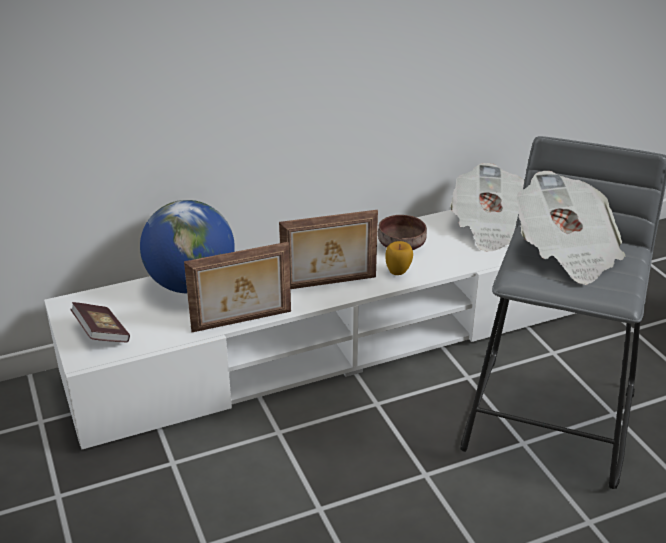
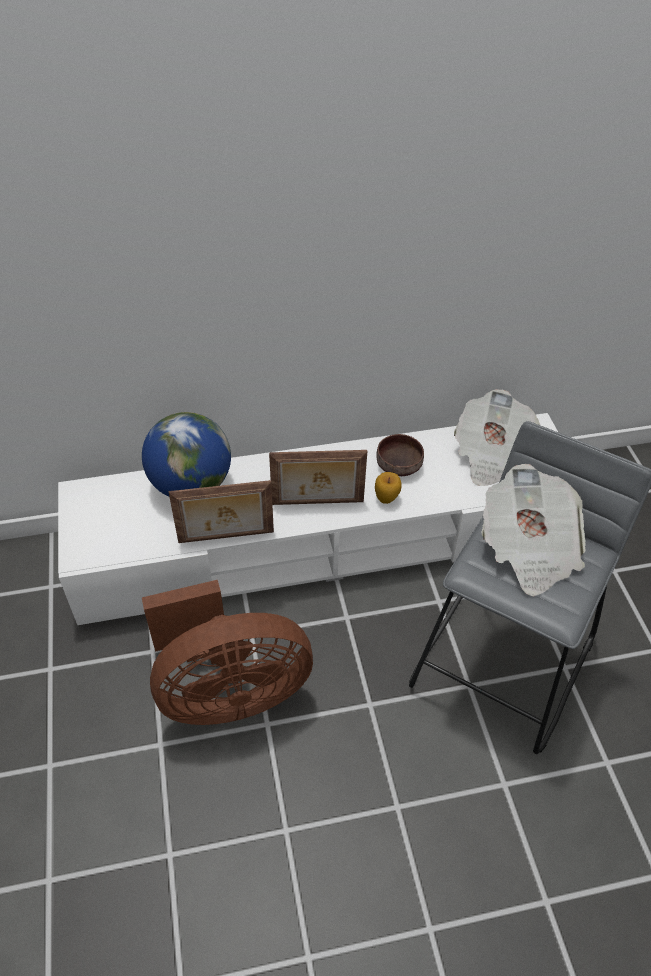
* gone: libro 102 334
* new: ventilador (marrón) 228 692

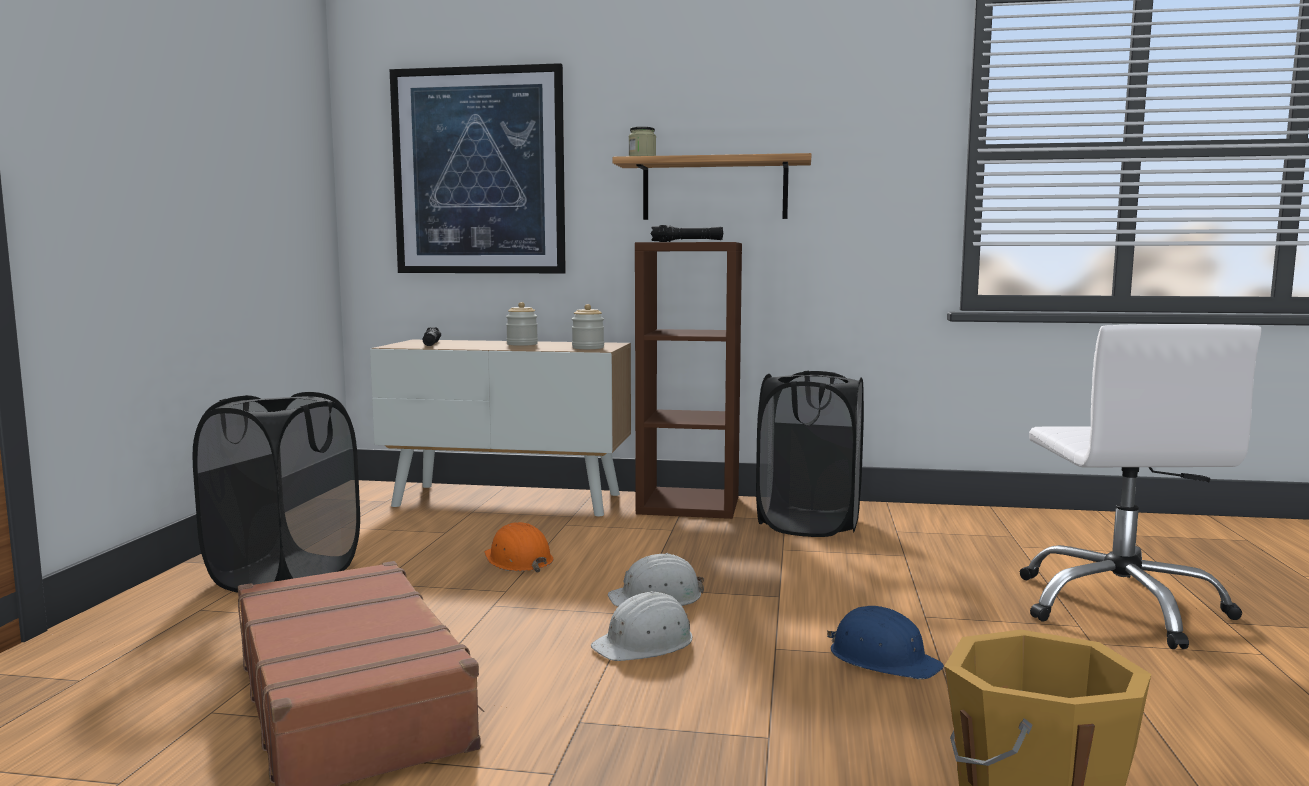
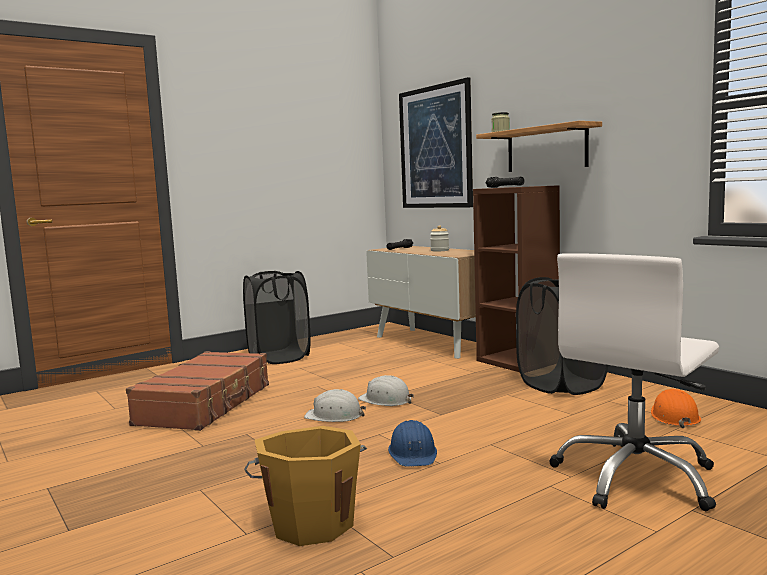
* gone: tarro 588 348
* shifted: casco (naranja) 518 560 to 674 416

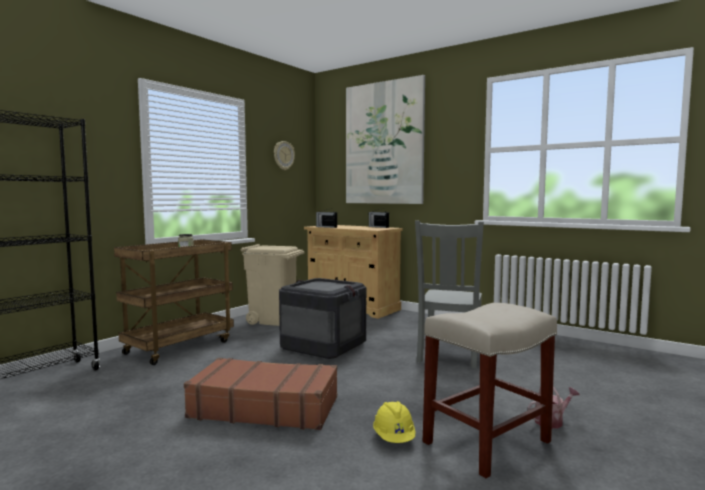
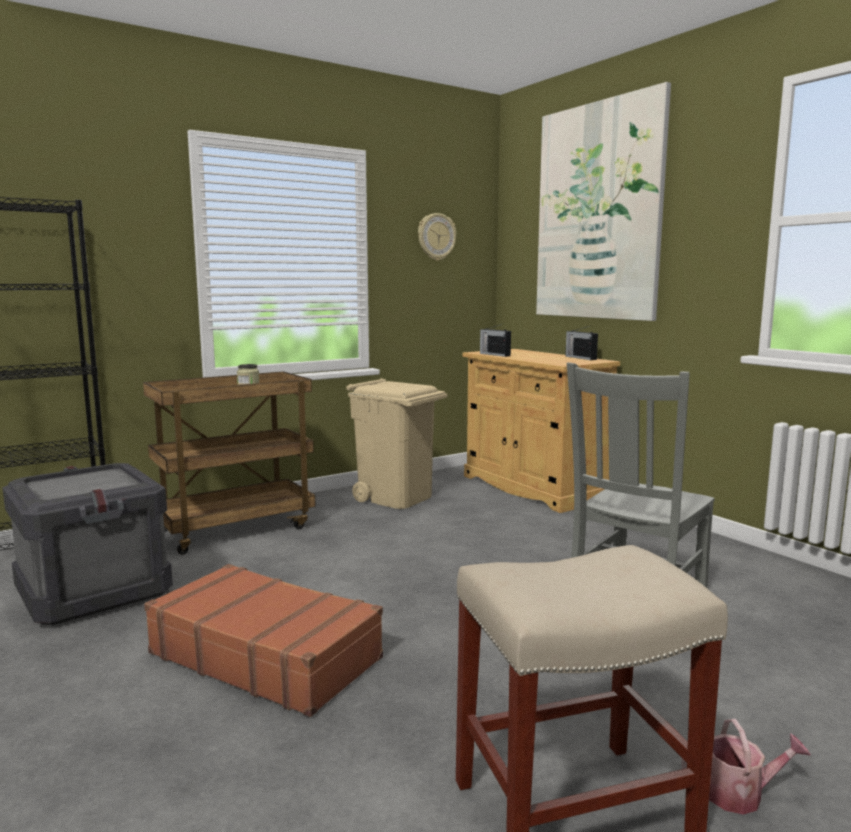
* gone: casco (amarillo) 394 438
* shifted: caja de embalaje 323 346 to 95 590

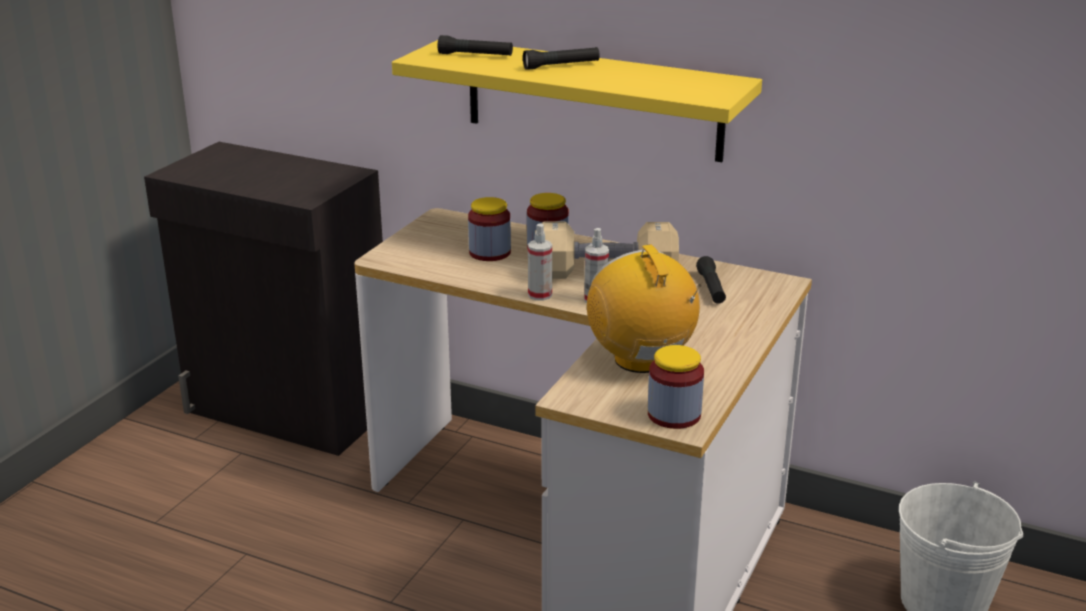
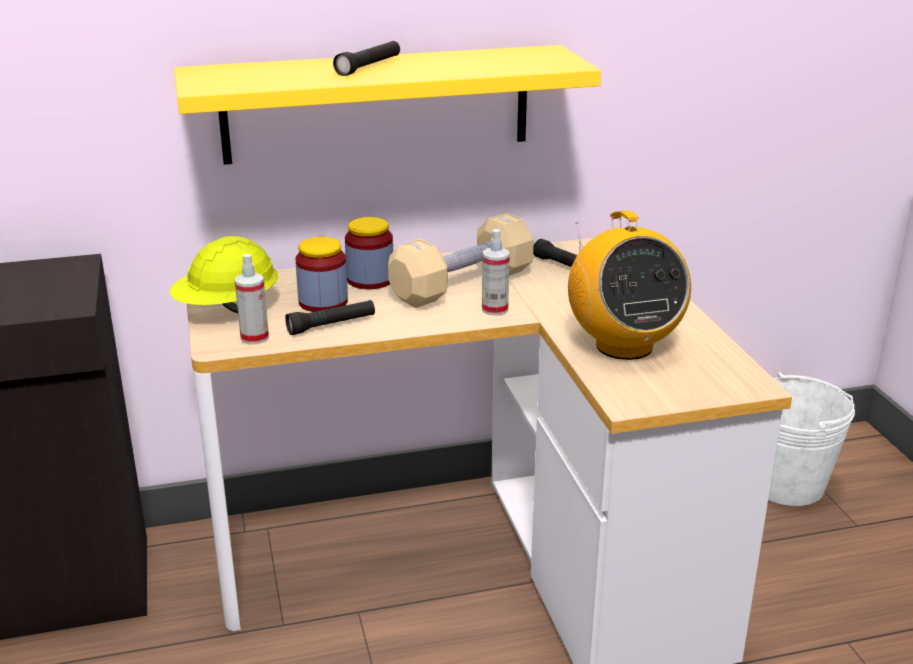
* gone: tarro 674 415
* new: casco (amarillo) 228 310
* shifted: linterna (negro) 475 55 to 331 325
* shifted: pulverizador 540 295 to 254 338
* rotated: radio 641 360 = 623 345 135 degrees counterclockwise

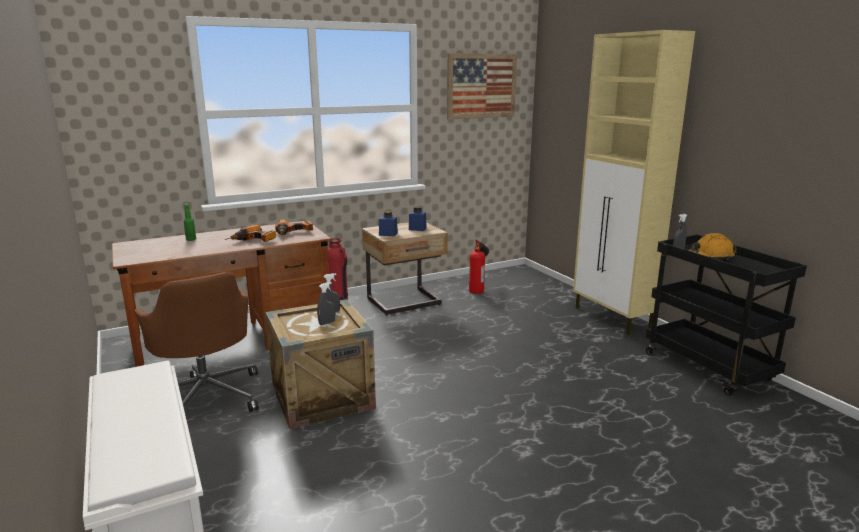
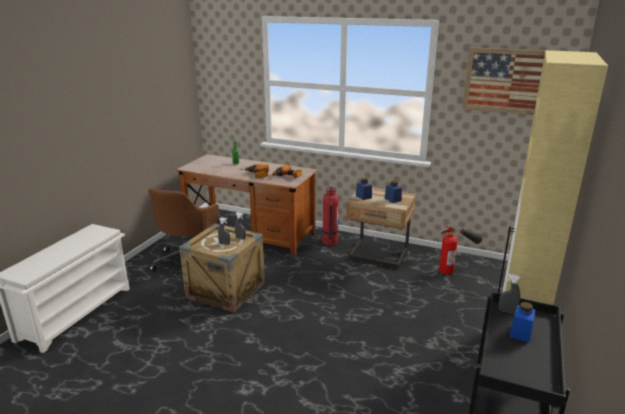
* swapped: casco (naranja) 710 256 to tarro (azul) 520 333

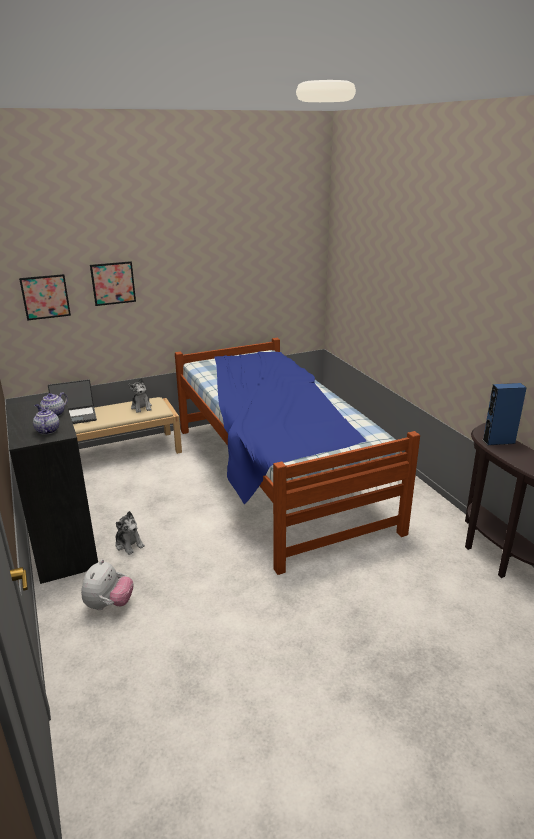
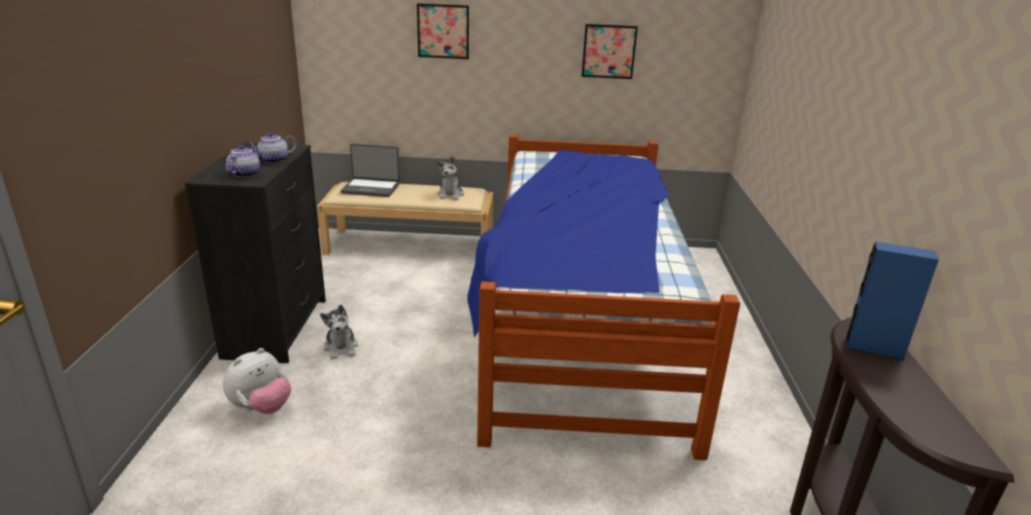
* shifted: cuadro 45 297 to 609 51

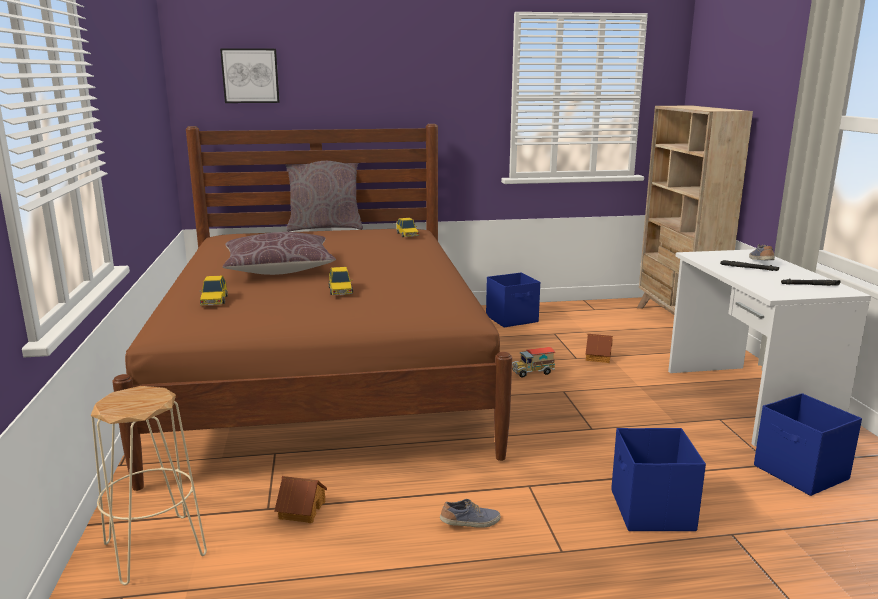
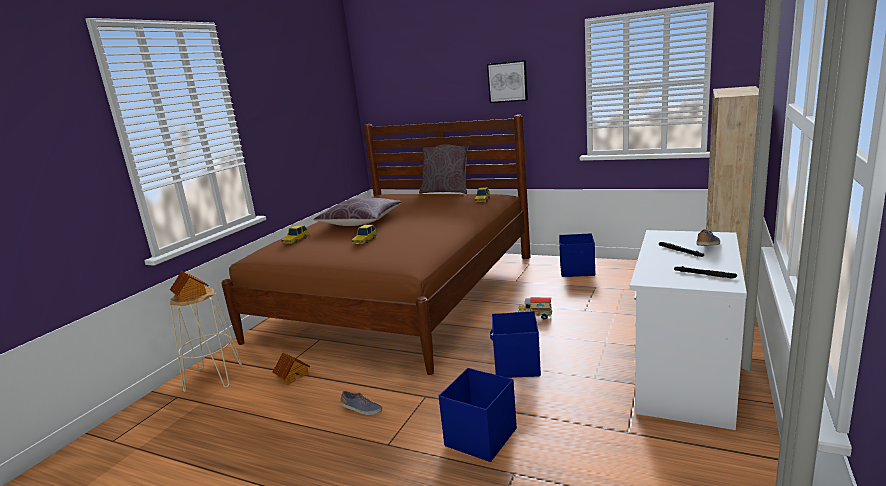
* shifted: cuadro 250 76 to 507 82
* shifted: casita 599 357 to 190 295
* shifted: caja de almacenaje (azul) 801 473 to 516 366

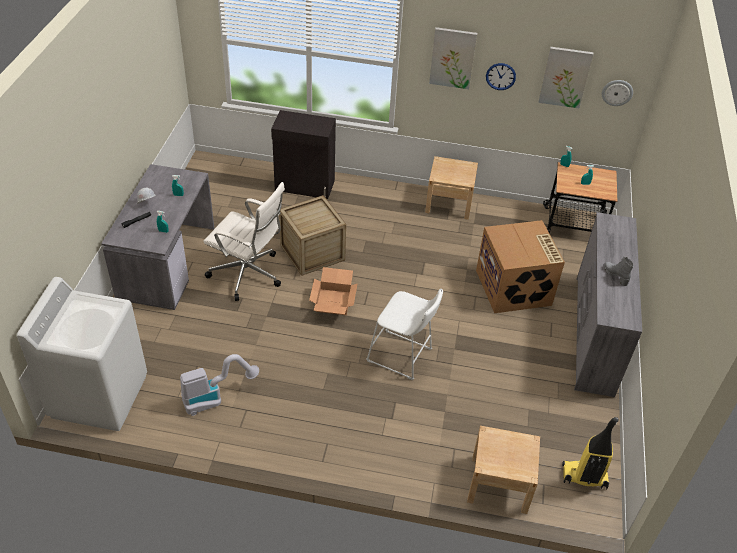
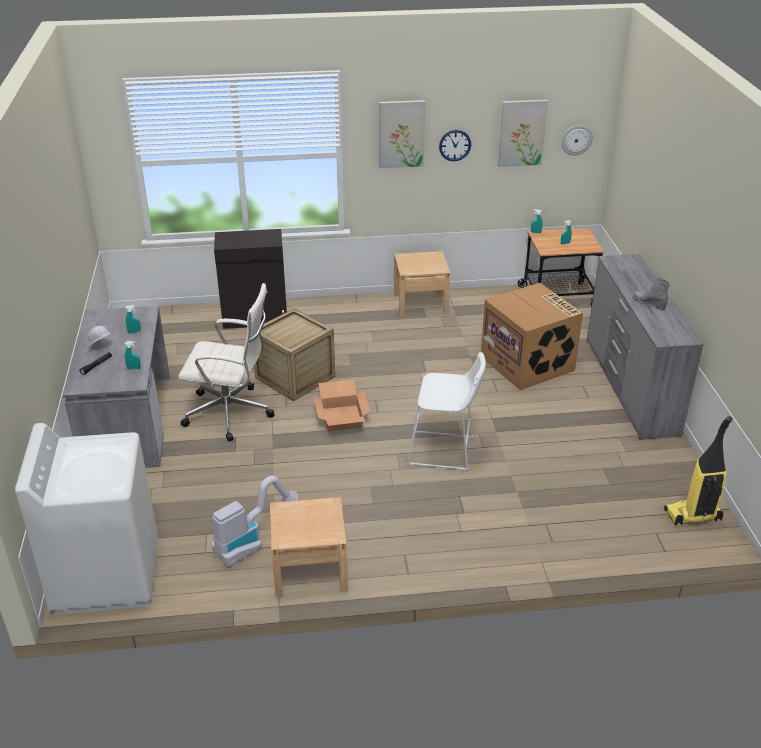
* shifted: mesita de noche (beis) 499 484 to 310 570

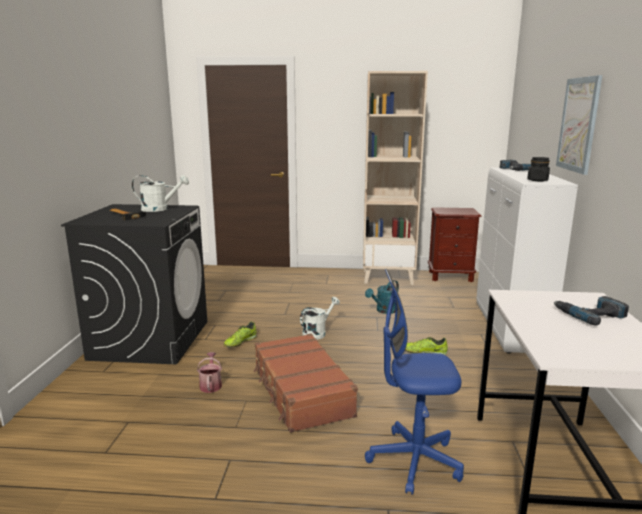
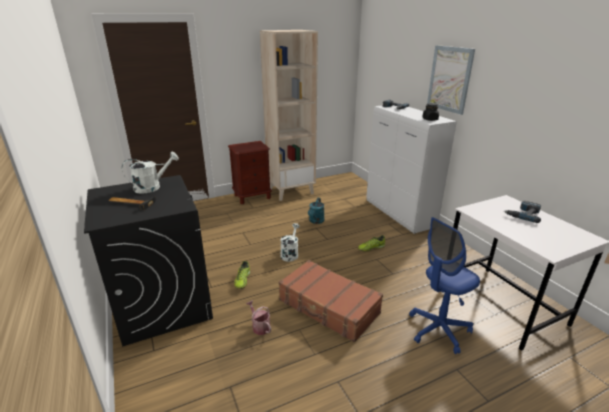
* shifted: mesita de noche (marrón) 450 276 to 252 196

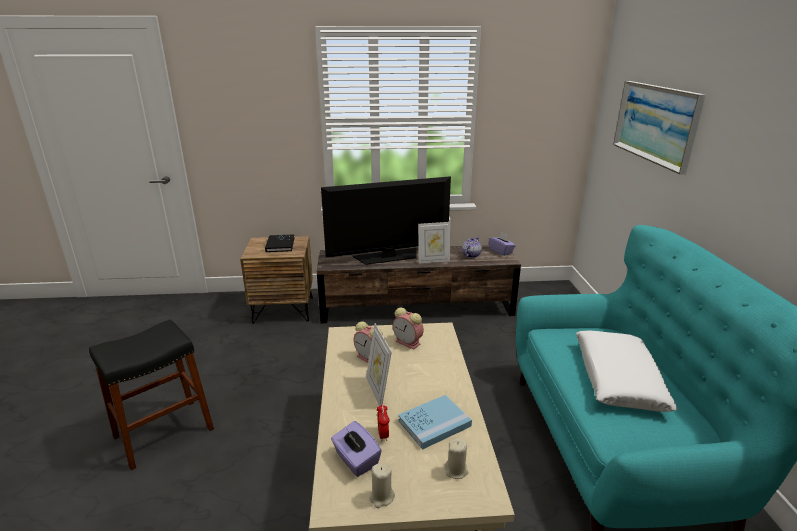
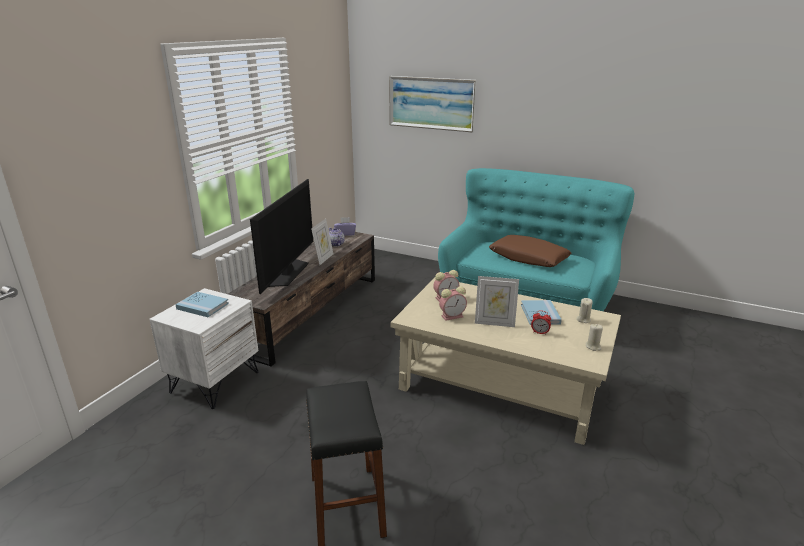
* gone: caja de pañuelos (morado) 356 460
* repainted: mesita de noche (marrón) 283 310 to mesita de noche (blanco) 214 382
* repainted: libro (negro) 280 245 to libro (azul) 202 306
* repainted: cojín (blanco) 617 379 to cojín (marrón) 528 258

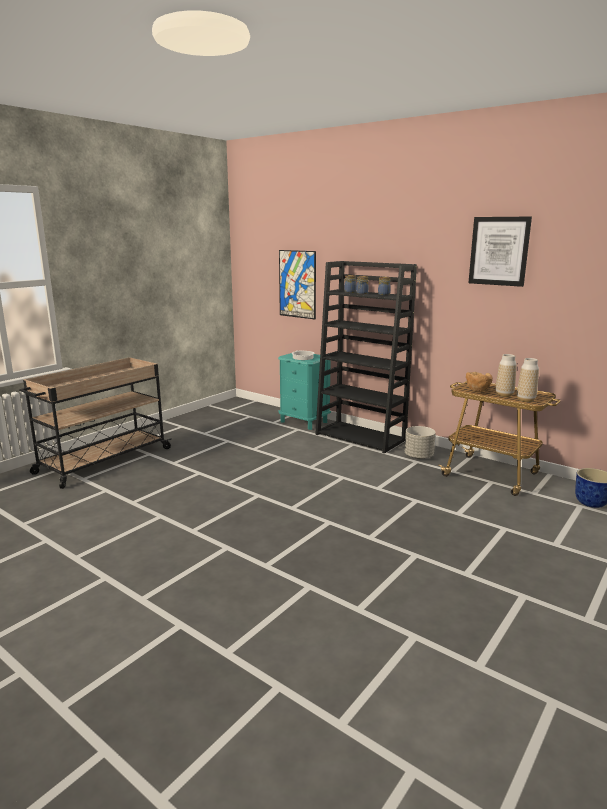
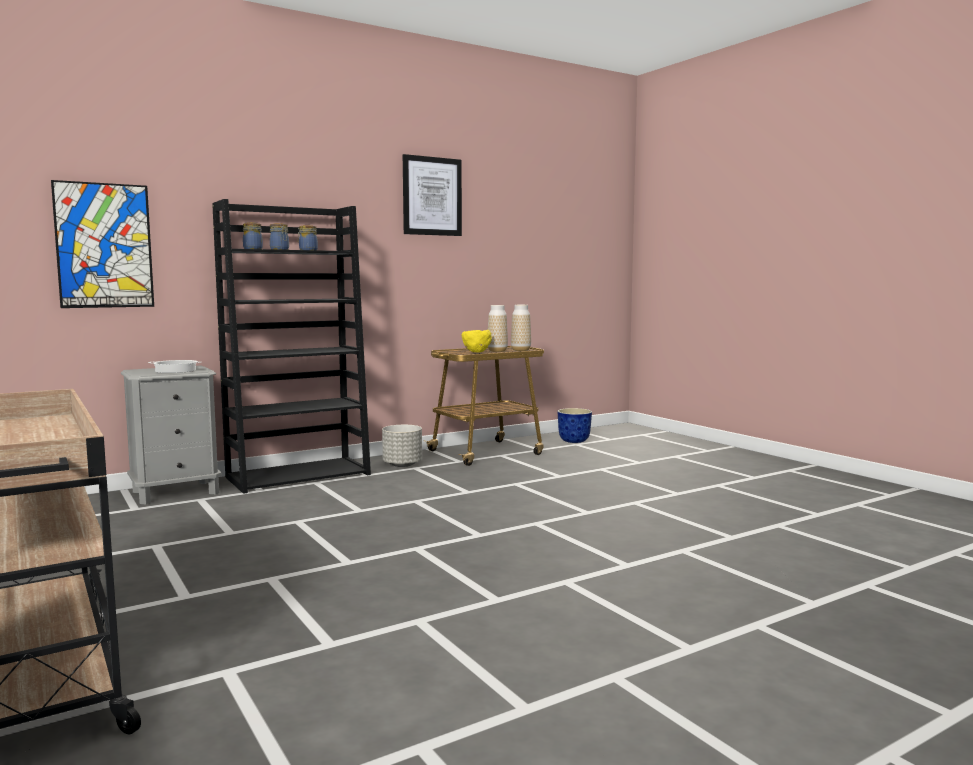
* repainted: mesita de noche (turquesa) 304 421 to mesita de noche (gris) 176 492
* repainted: cuenco (marrón) 477 391 to cuenco (amarillo) 476 352

